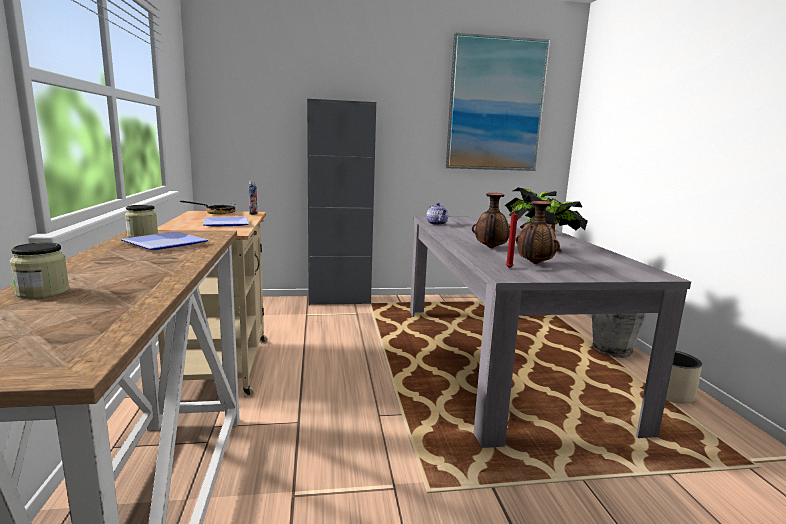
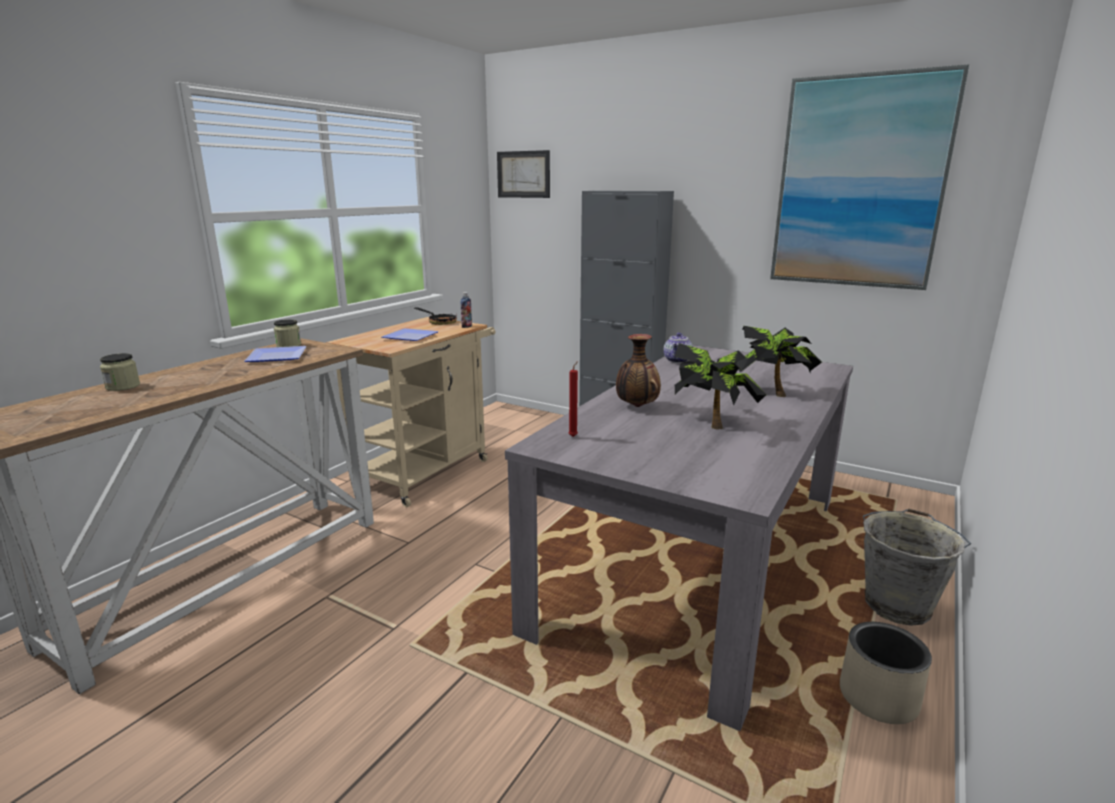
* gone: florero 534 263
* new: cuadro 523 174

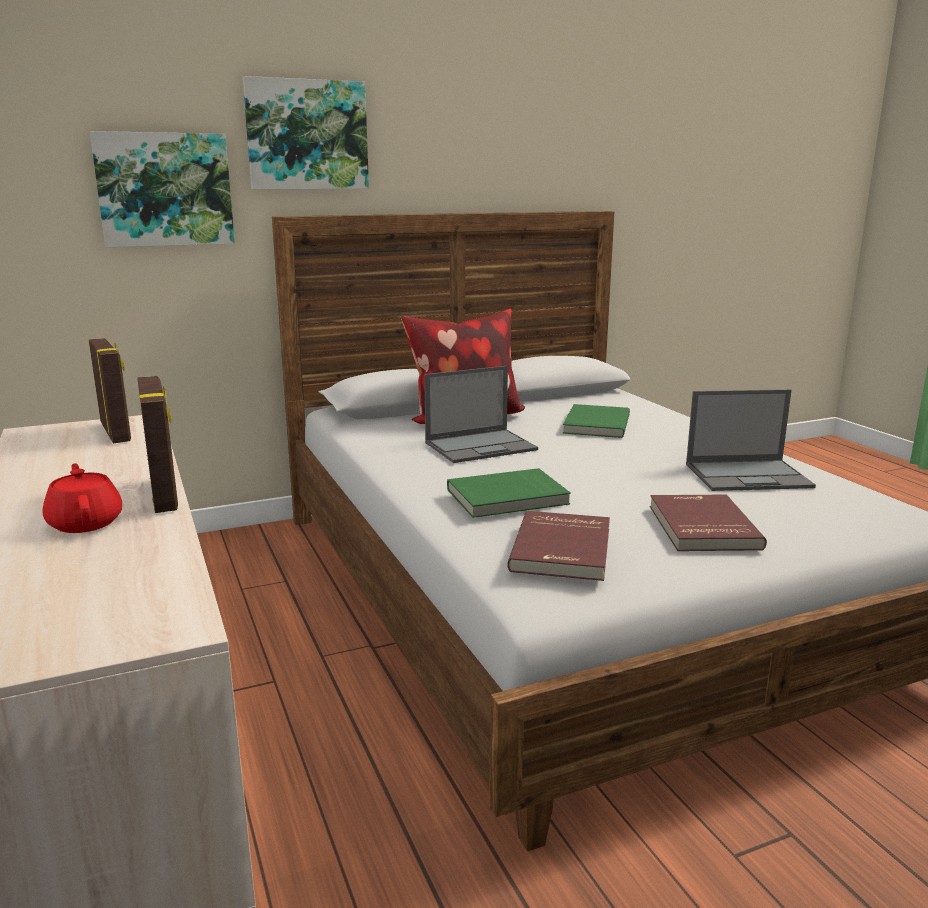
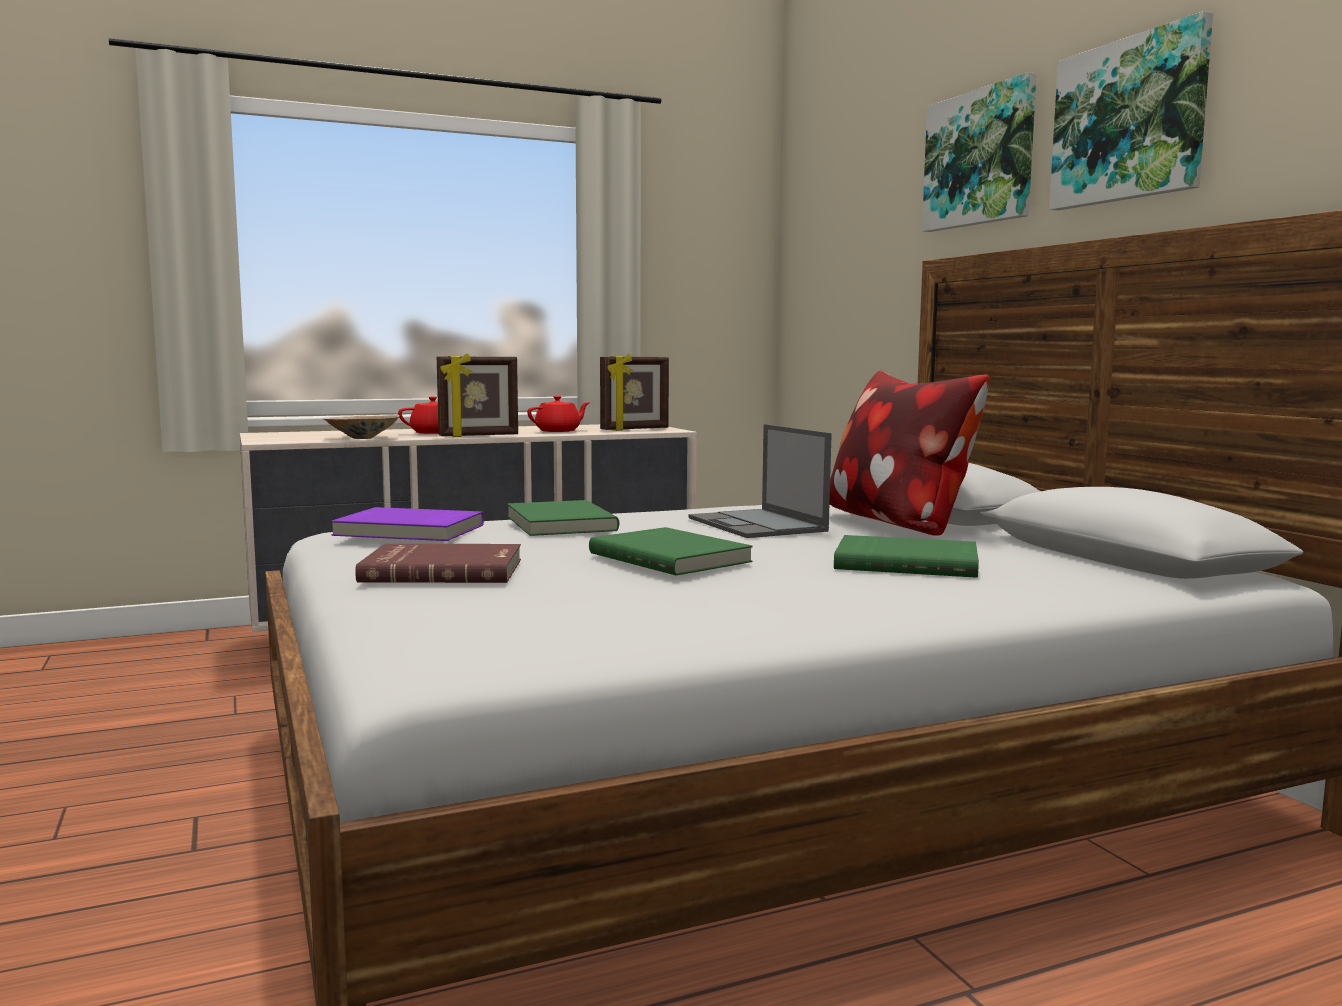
* gone: portátil 749 475
* new: cuenco (beis) 361 438
* new: tetera (rojo) 559 431
* new: libro (verde) 671 557
* shifted: cuadro 165 190 to 1129 120
* repainted: libro (rojo) 564 550 to libro (morado) 408 530

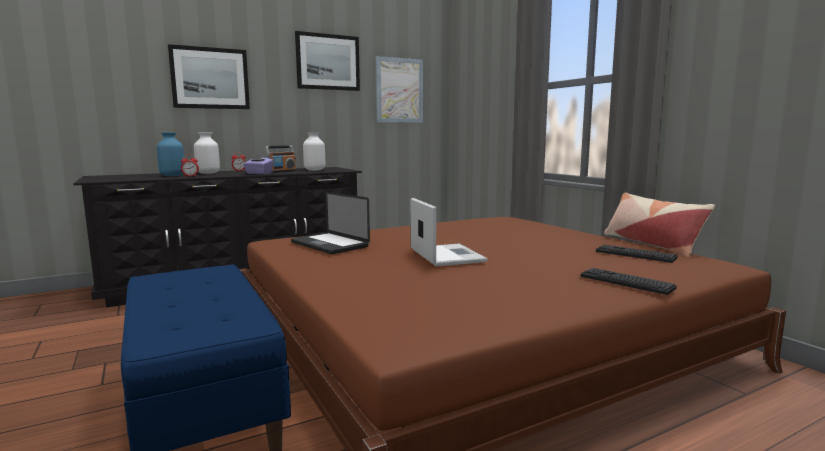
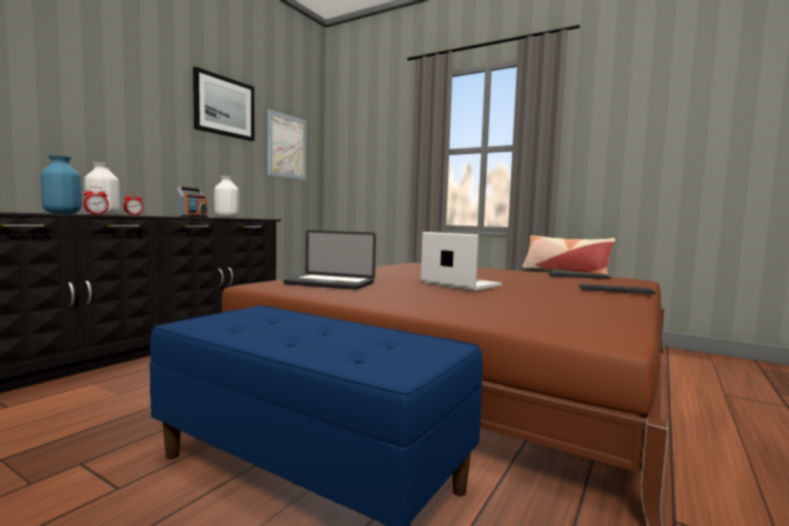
* gone: cuadro 210 78
* gone: caja de pañuelos (morado) 258 173

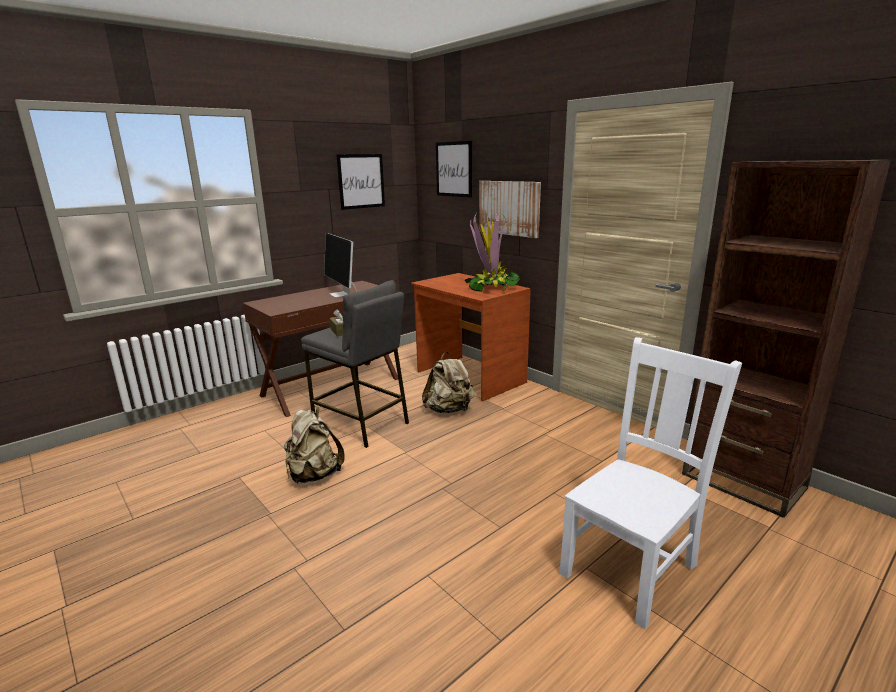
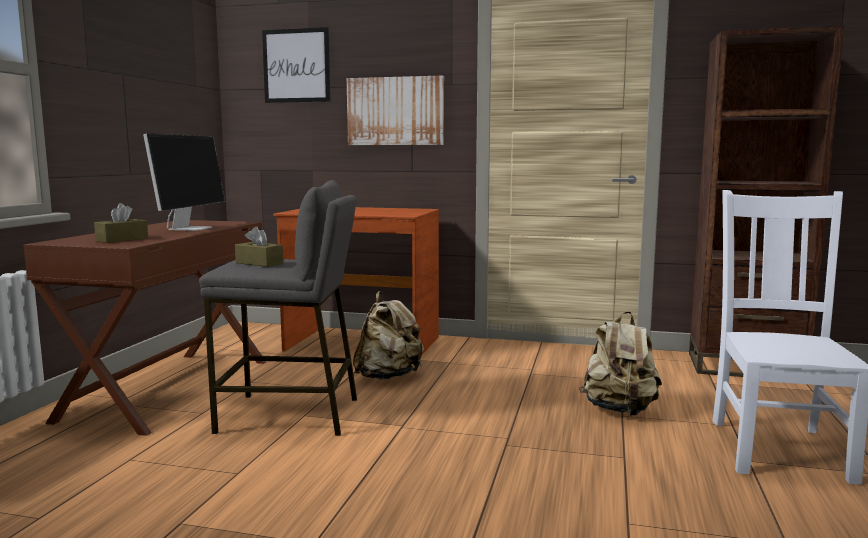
* gone: cuadro 361 181
* gone: planta en maceta 492 287
* new: caja de pañuelos (marrón) 122 239
* shifted: mochila (beis) 314 475 to 619 410
* rotated: monitor 342 294 = 190 228 105 degrees counterclockwise

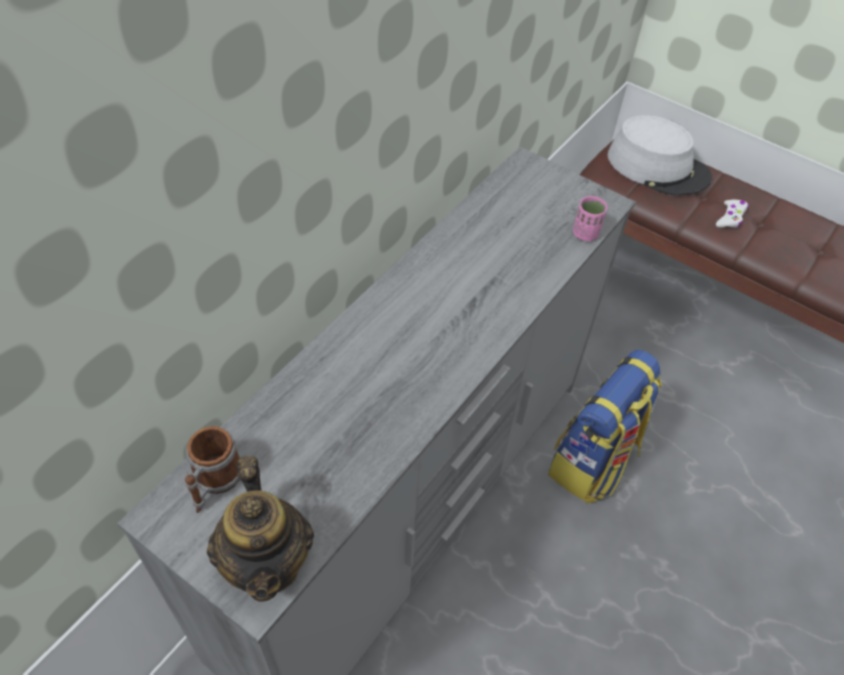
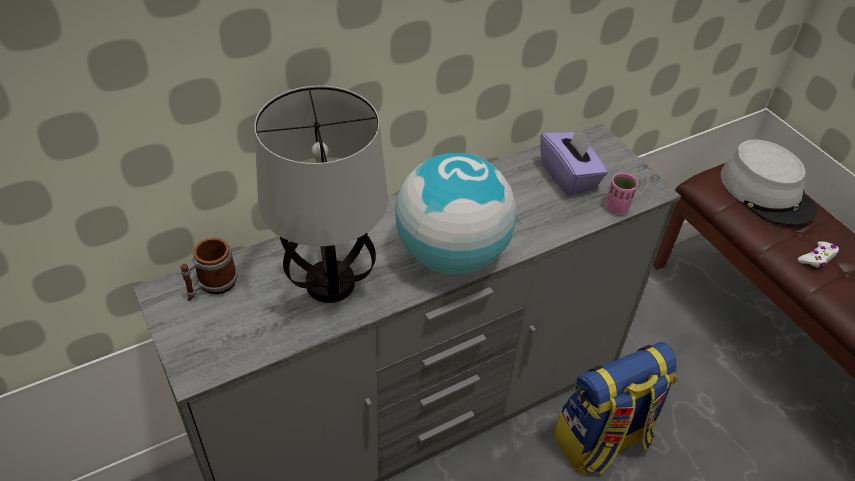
* gone: tetera 268 562
* new: lámpara de mesa 328 284
* new: globo terráqueo 451 254
* new: caja de pañuelos (morado) 569 176

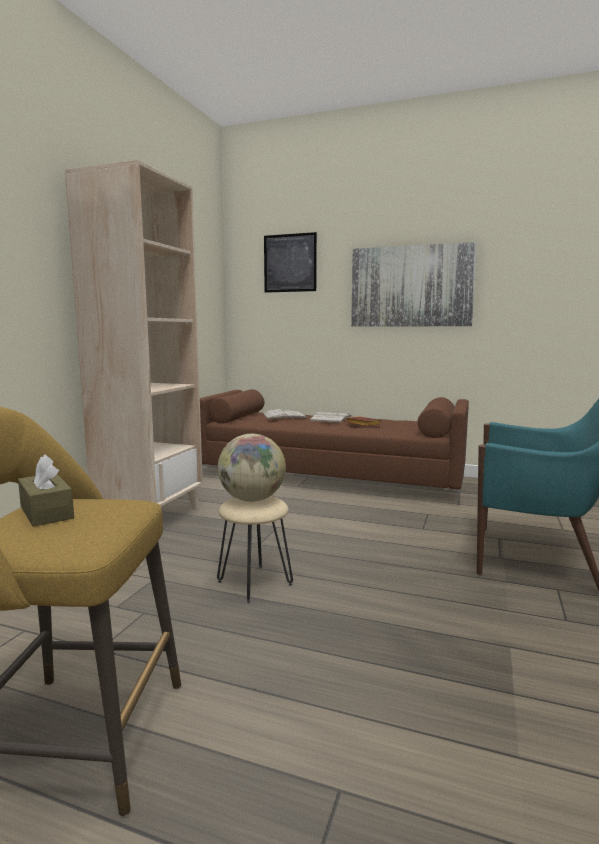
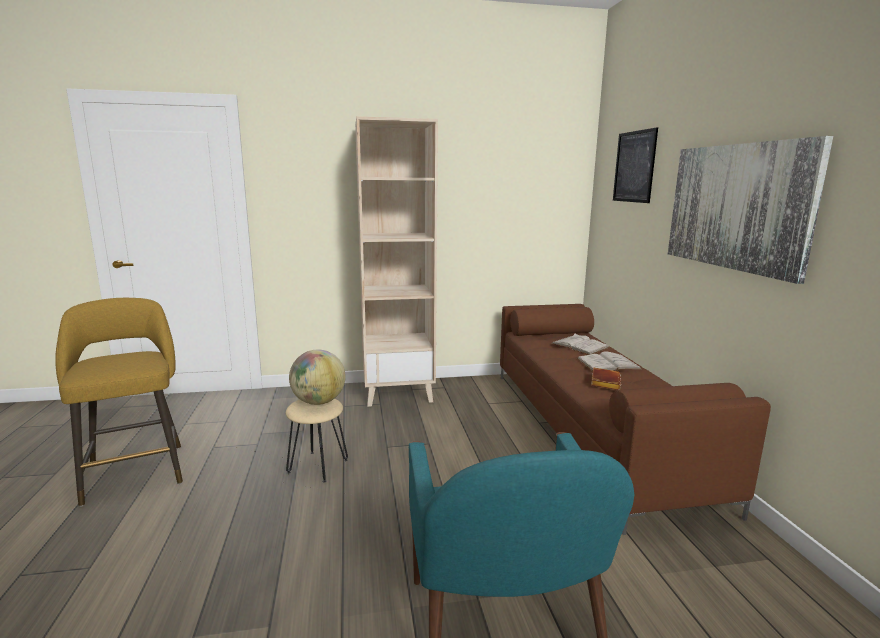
* gone: caja de pañuelos (marrón) 46 512

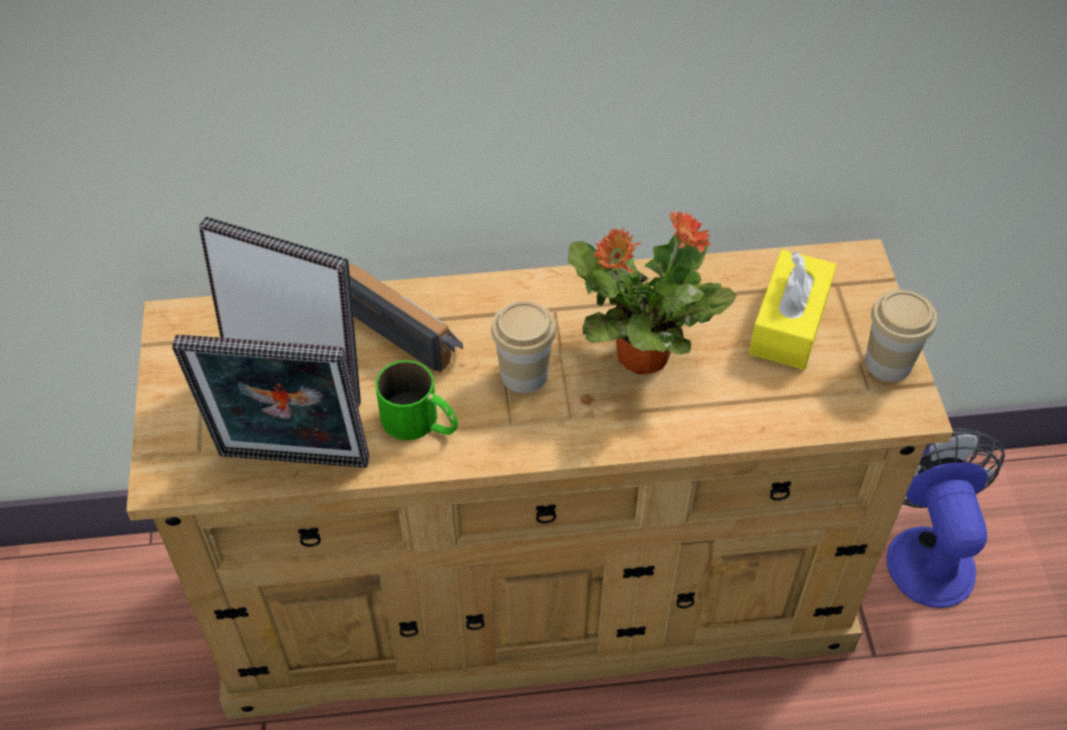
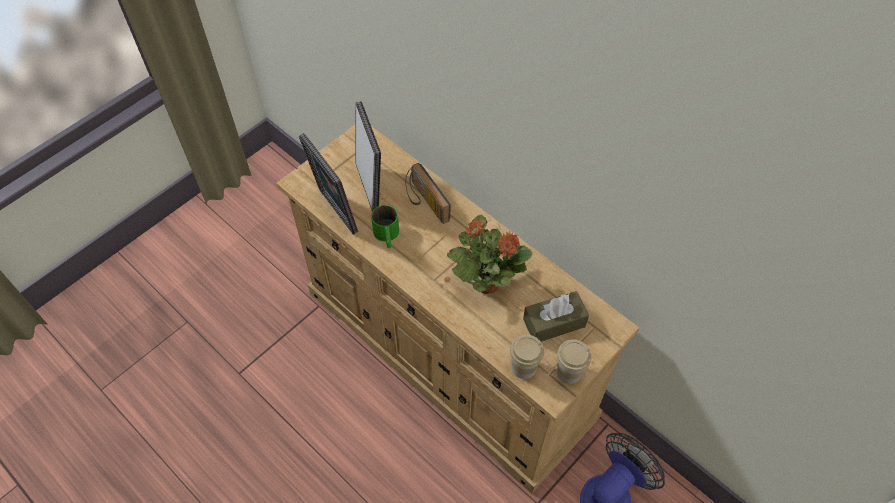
* shifted: taza 524 374 to 523 367
* repainted: caja de pañuelos (amarillo) 789 323 to caja de pañuelos (marrón) 554 323
* rotated: radio 409 331 = 424 202 150 degrees clockwise

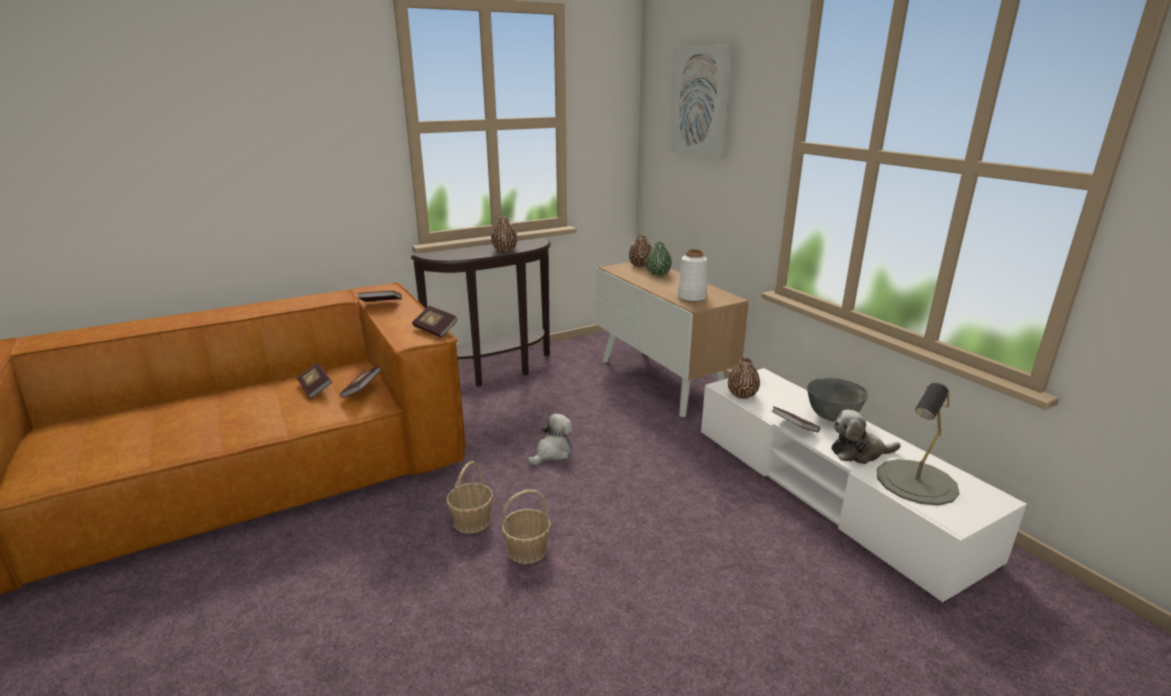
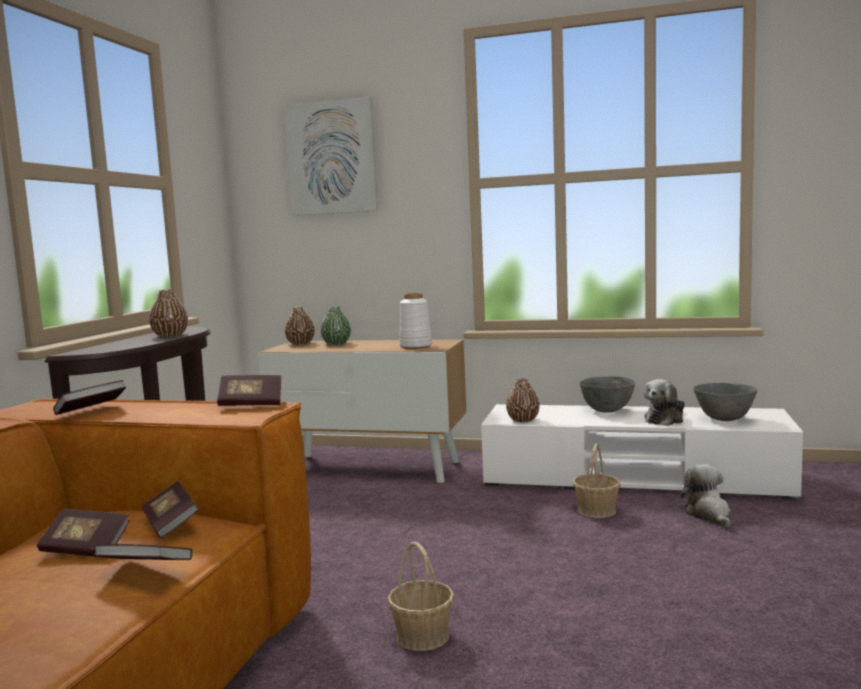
* shifted: cesta 527 550 to 597 510
* shifted: peluche 552 453 to 709 514
* shifted: libro 794 428 to 145 570
* swapped: lámpara de mesa (gris) 916 482 to cuenco (gris) 724 419

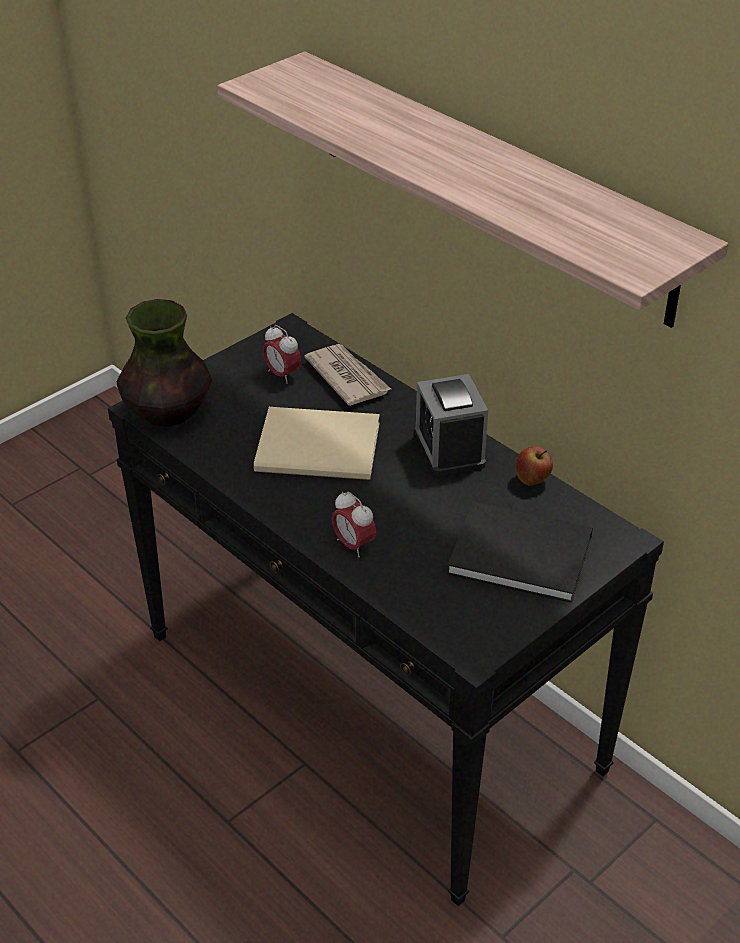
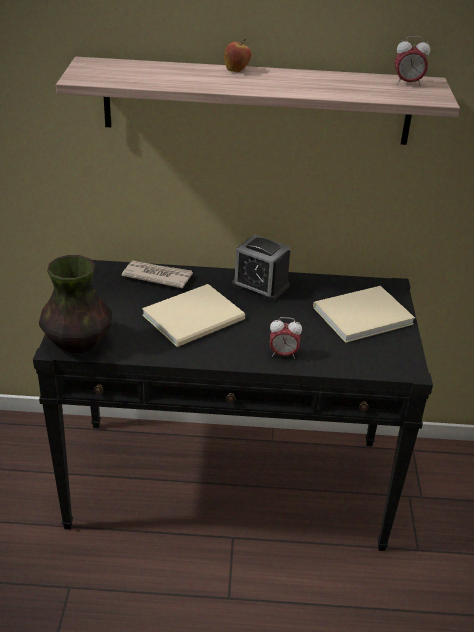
* shifted: despertador 282 375 to 407 83
* shifted: manzana 532 480 to 237 70
* repainted: libro (negro) 517 551 to libro (beis) 359 315

